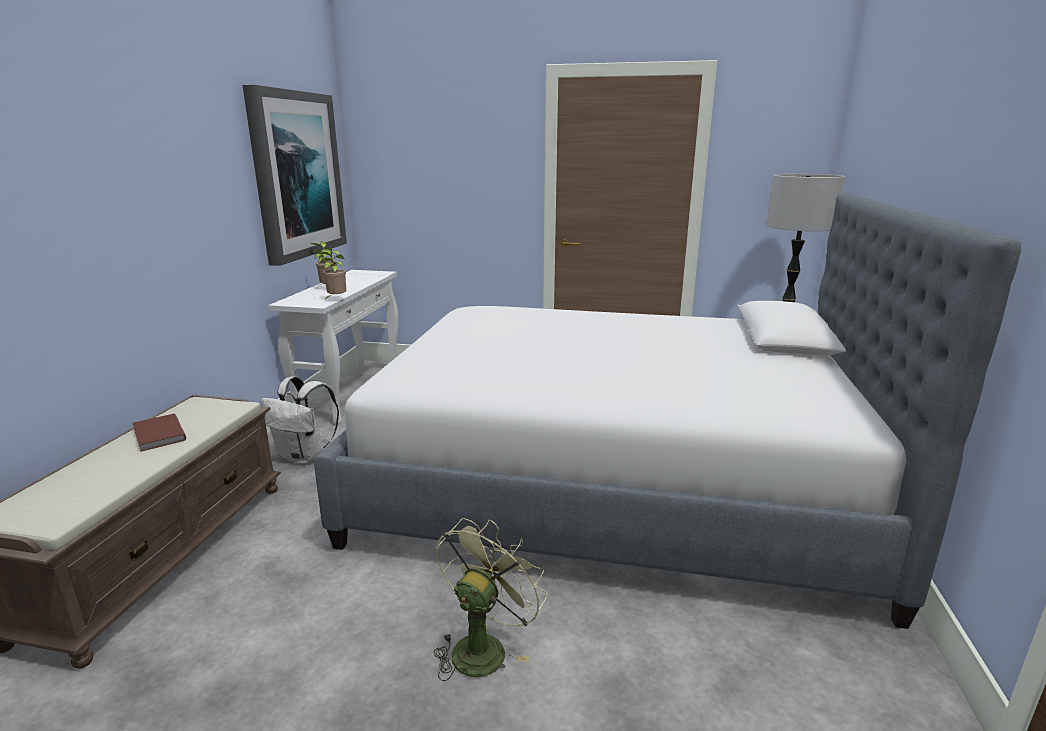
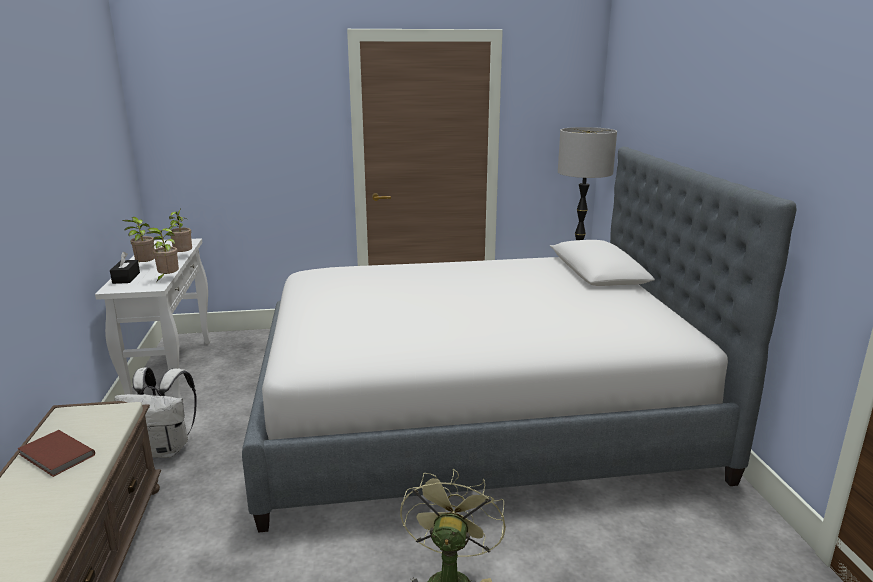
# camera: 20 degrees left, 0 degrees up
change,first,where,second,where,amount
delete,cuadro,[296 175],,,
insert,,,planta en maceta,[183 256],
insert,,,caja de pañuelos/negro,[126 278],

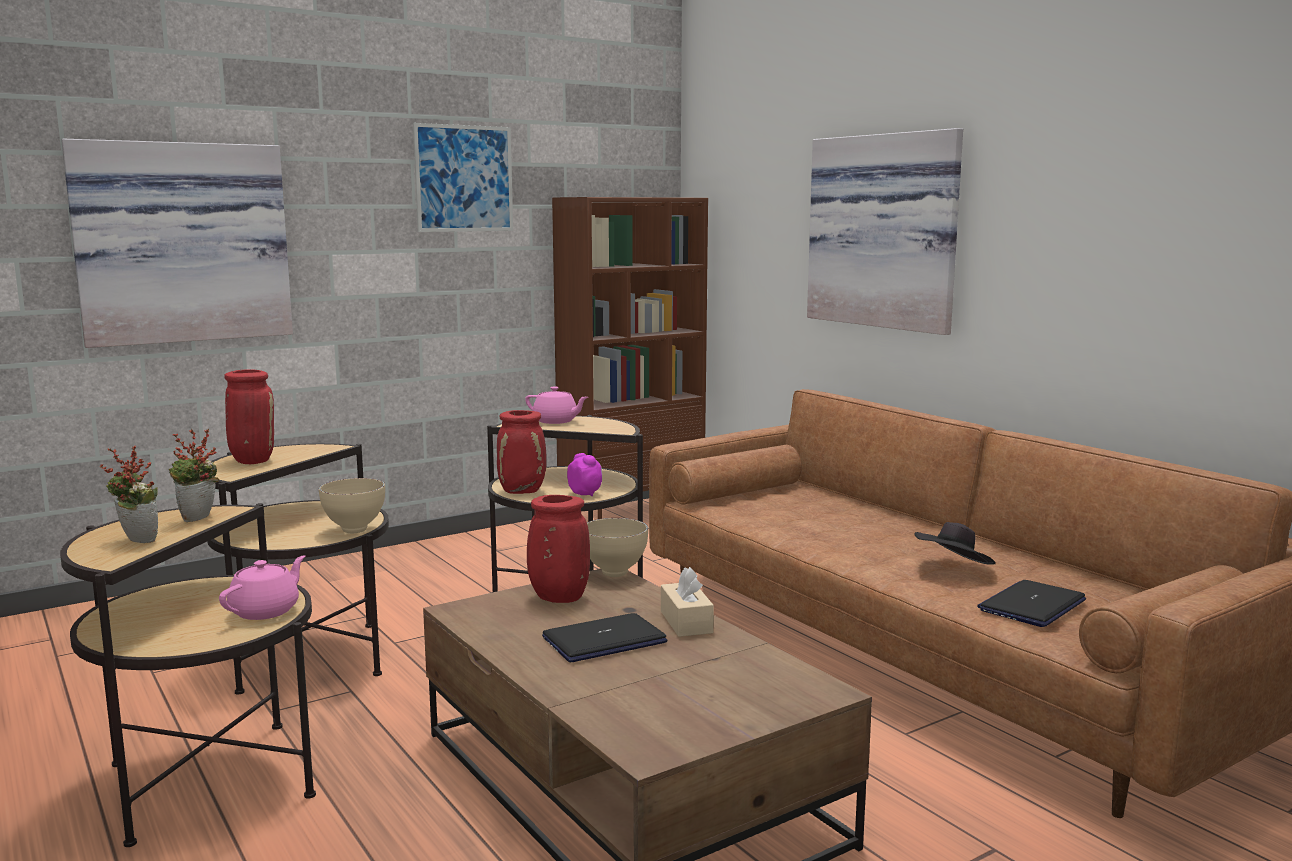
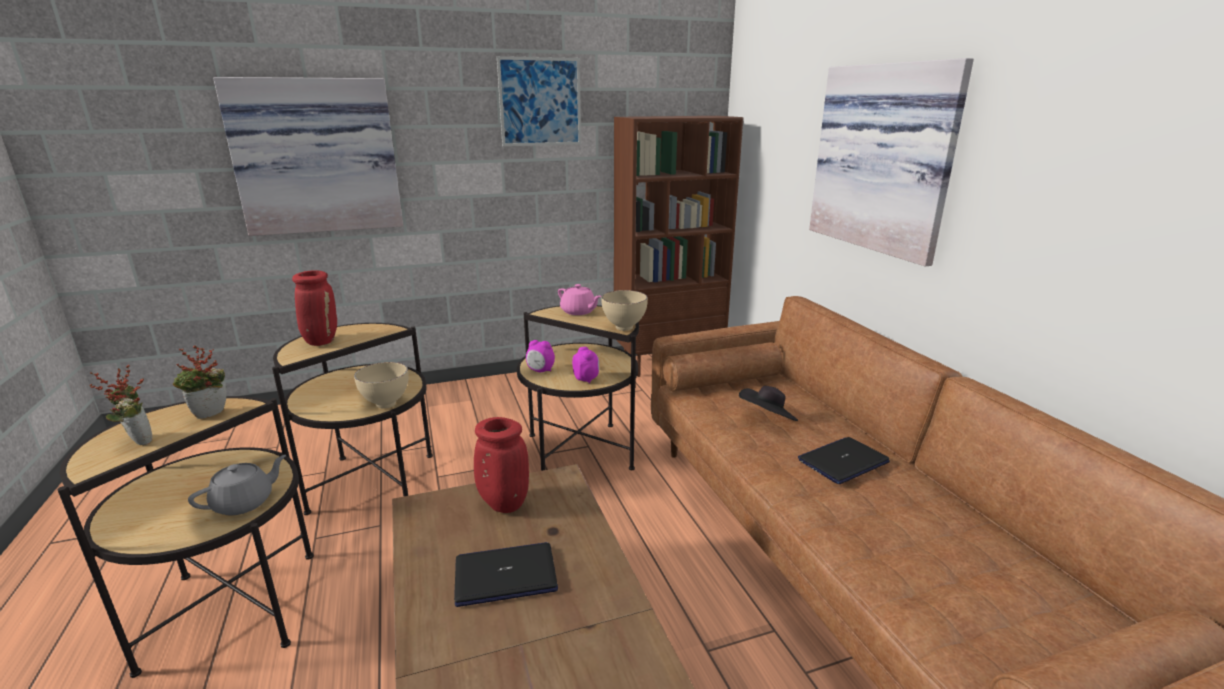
# camera: 15 degrees right, 10 degrees up
change,first,where,second,where,amount
replace,florero/rojo,[523 491],despertador,[540 371],
move,cuenco/beis,[615 573],,[624 328],
move,sombrero/negro,[953 568],,[767 419],
recolor,tetera/rosa,[266 611],tetera/gris,[245 503],
delete,caja de pañuelos/beis,[686 622],,,
move,portátil,[1032 605],,[843 461],

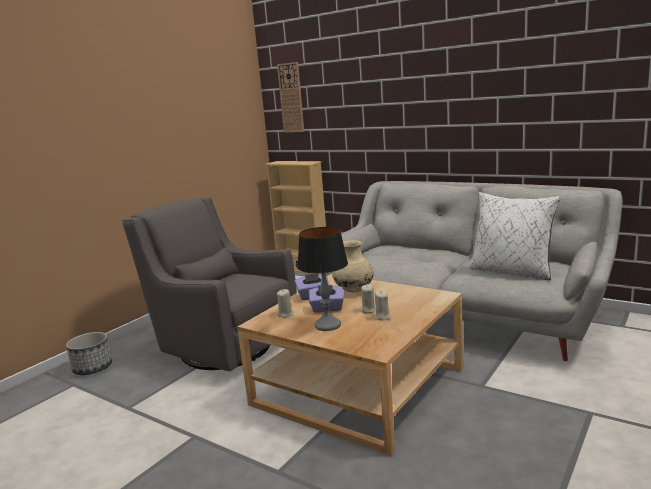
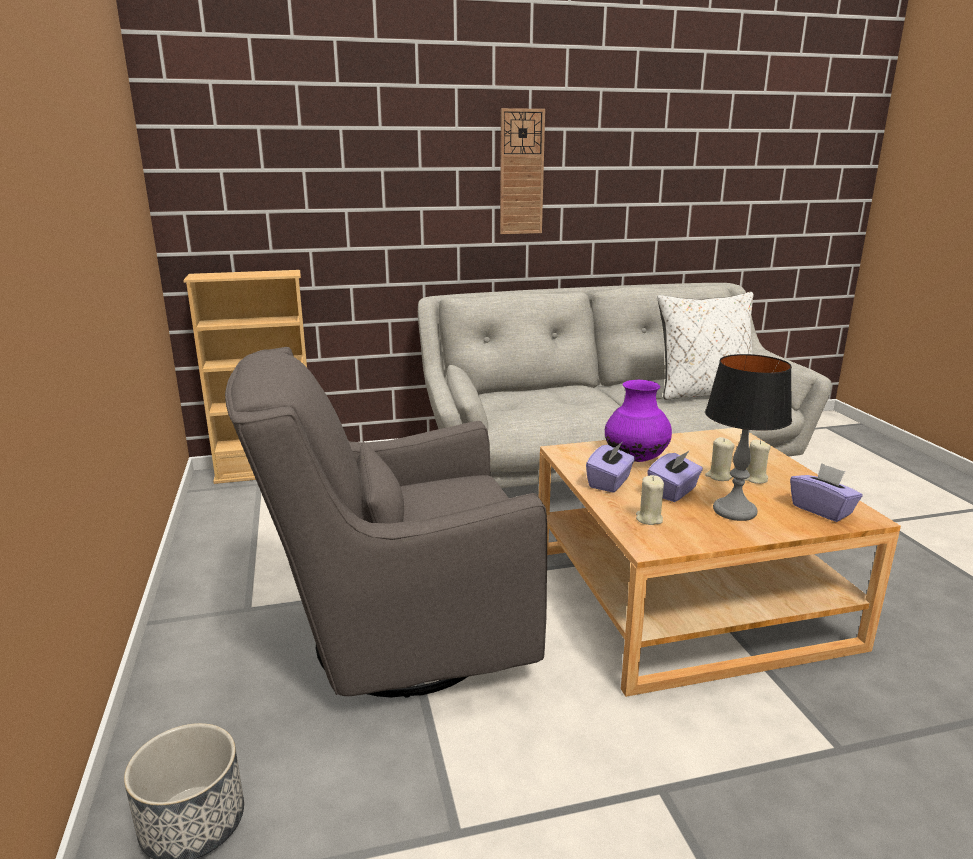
# camera: 50 degrees left, 5 degrees up
change,first,where,second,where,amount
move,reloj de pared,[291 98],,[521 172],
recolor,florero/beis,[354 291],florero/morado,[636 459],
insert,,,caja de pañuelos/morado,[822 510],

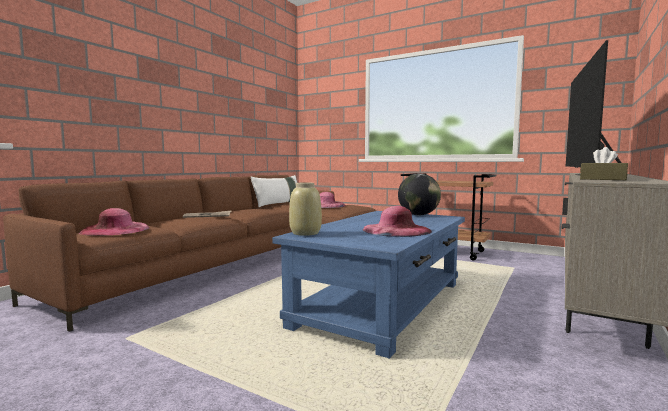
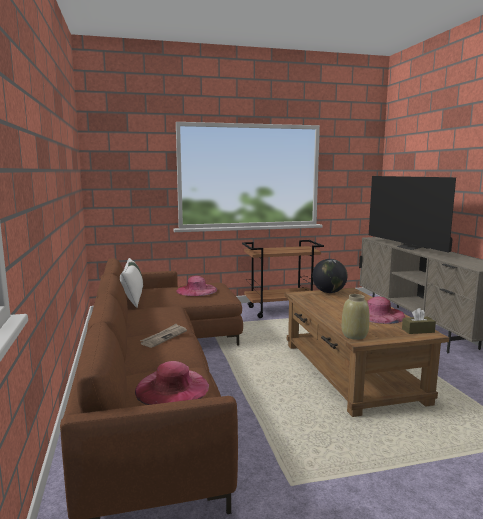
# camera: 45 degrees left, 5 degrees up
change,first,where,second,where,amount
move,caja de pañuelos/marrón,[603 179],,[418 330],
recolor,mesa de centro/azul,[382 303],mesa de centro/marrón,[350 371],

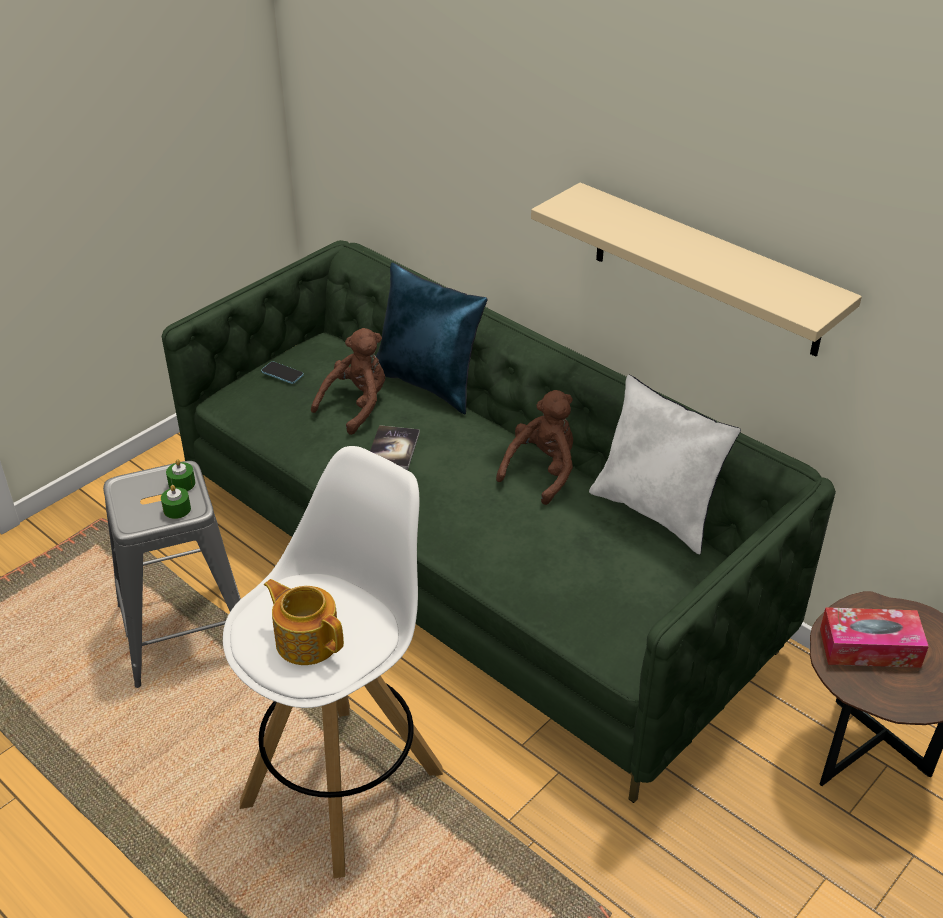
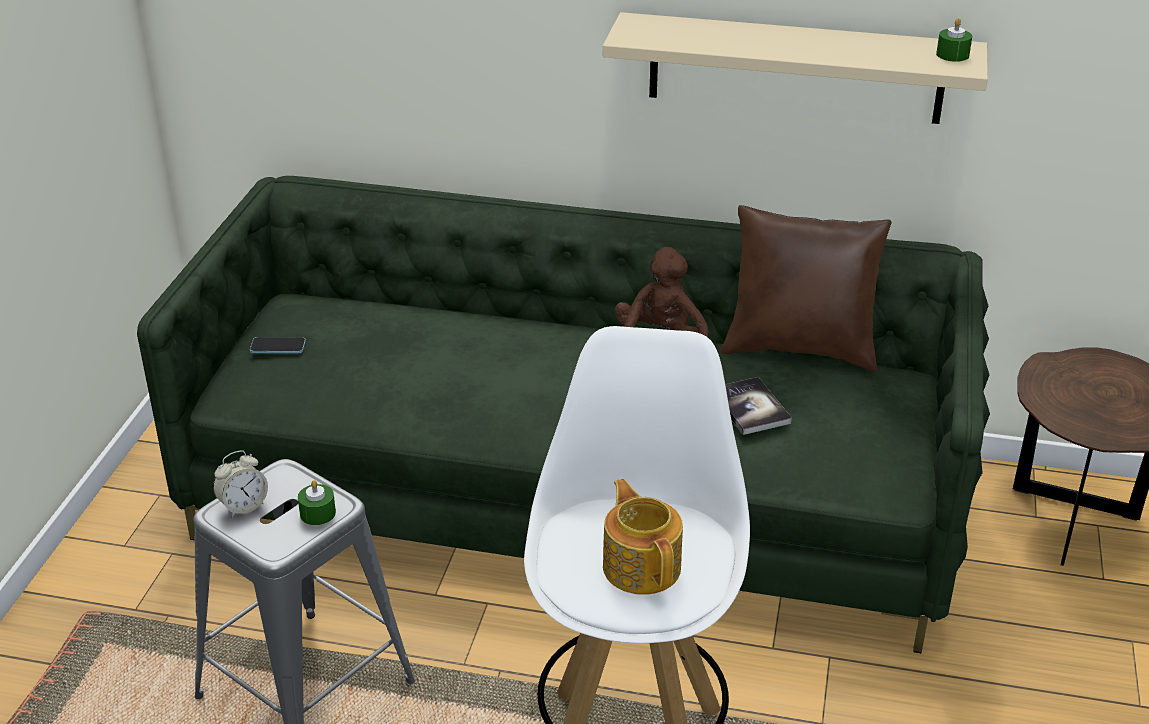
# camera: 30 degrees left, 5 degrees down
change,first,where,second,where,amount
delete,cojín/azul,[429 384],,,
delete,peluche/marrón,[357 406],,,
recolor,cojín/blanco,[657 511],cojín/marrón,[801 348],
move,libro,[393 449],,[750 407],
move,vela/verde,[182 484],,[952 55],
rotate,tetera,[307 640],,[642 566],60 degrees clockwise
delete,caja de pañuelos,[869 647],,,
insert,,,despertador,[243 506],

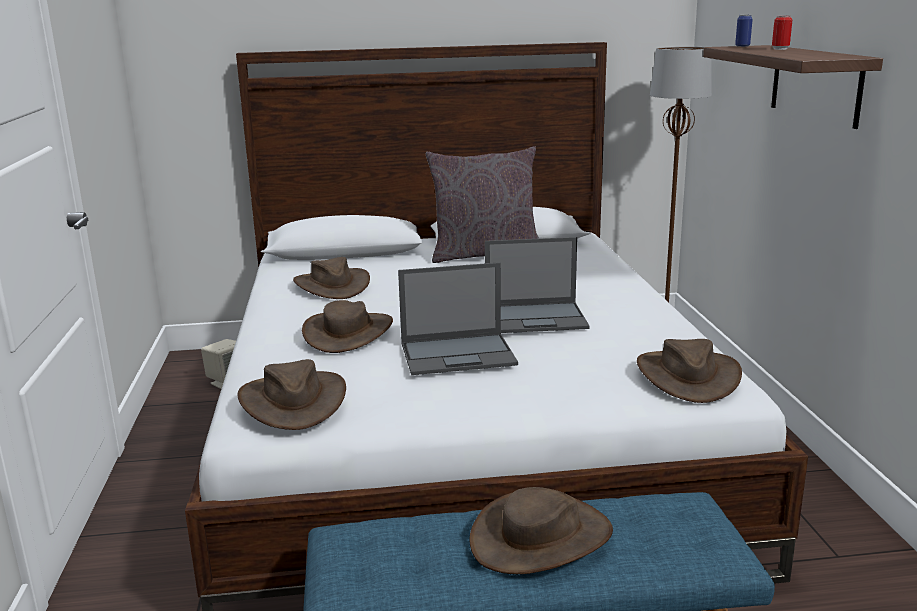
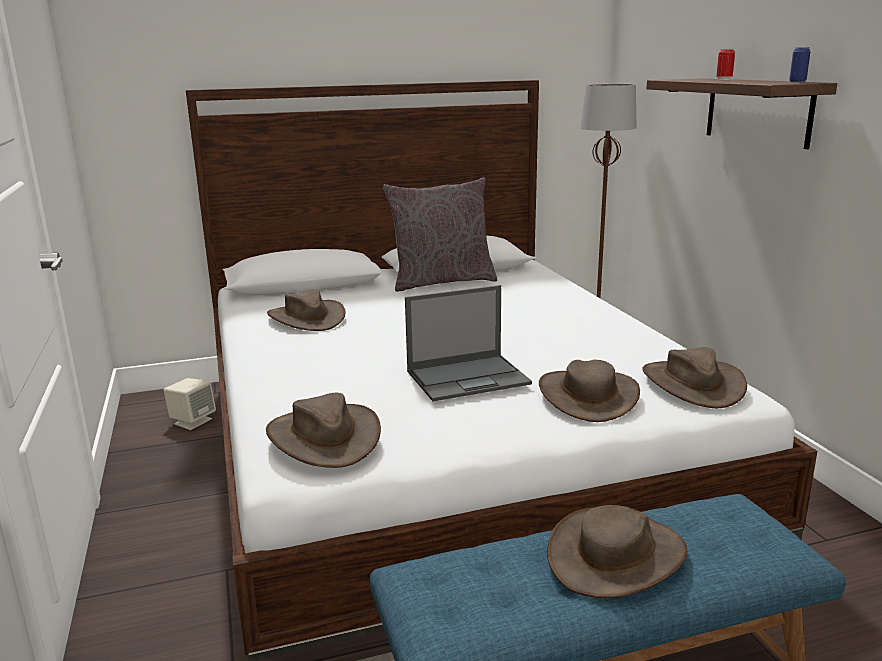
# camera: 10 degrees left, 0 degrees up
change,first,where,second,where,amount
move,lata,[742 46],,[797 82],
delete,portátil,[536 318],,,
move,sombrero/marrón,[349 332],,[588 395],

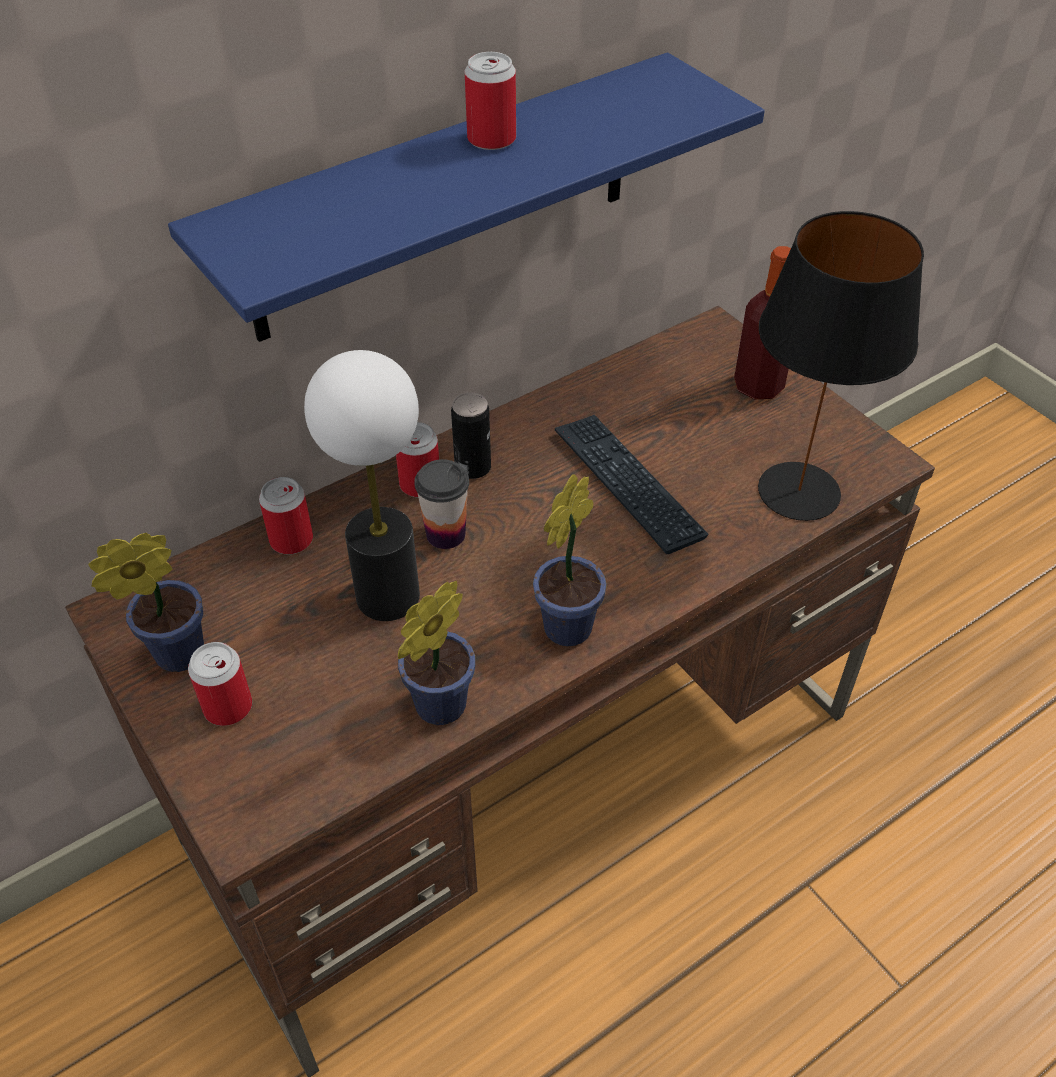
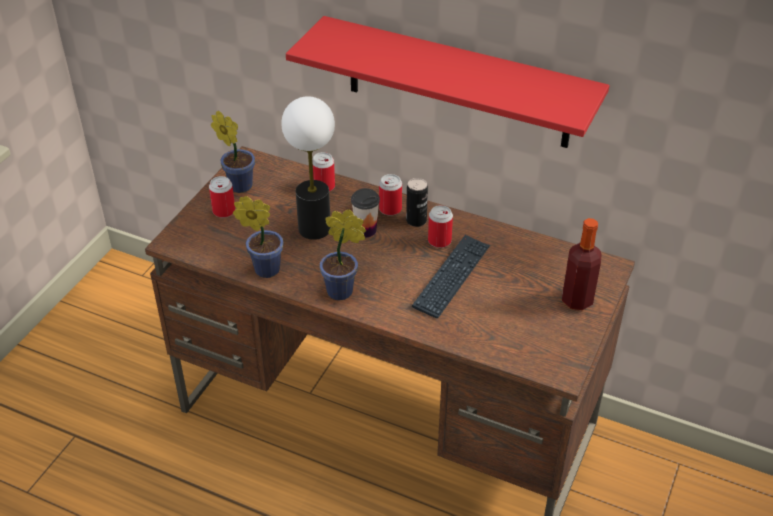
# camera: 60 degrees right, 5 degrees down
change,first,where,second,where,amount
move,lata,[491 139],,[439 241],
recolor,estante/azul,[445 199],estante/rojo,[458 83],
delete,lámpara de mesa/negro,[799 492],,,

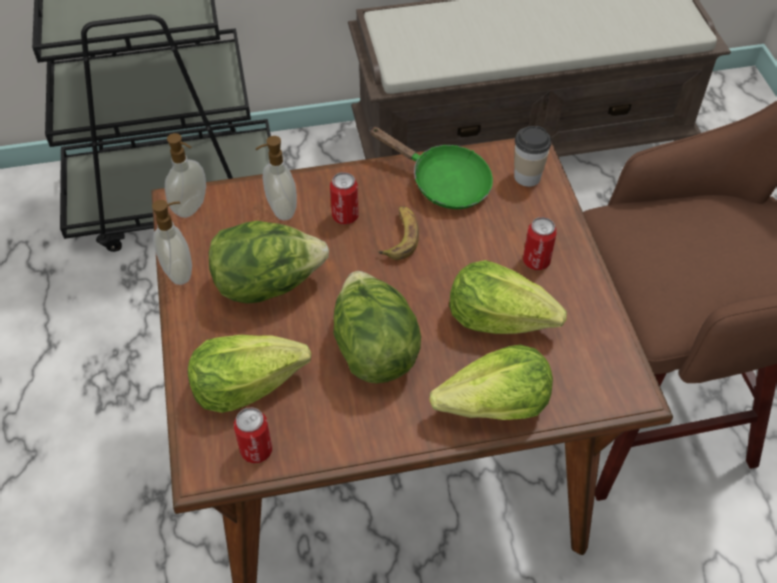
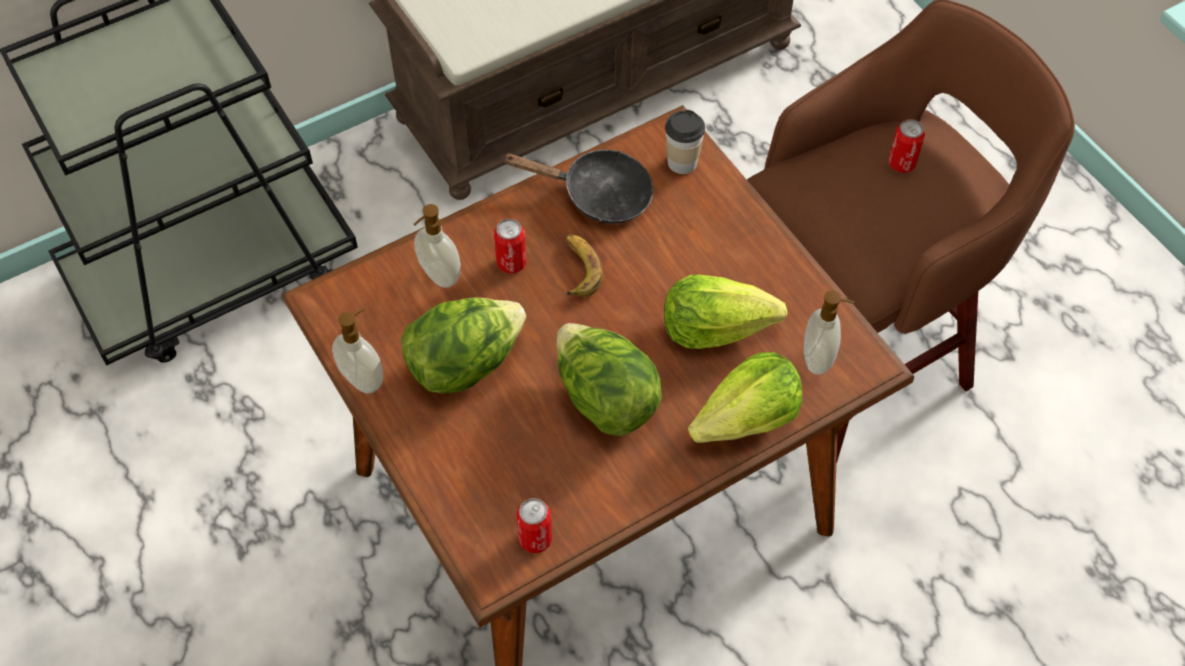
# camera: 20 degrees left, 5 degrees up
change,first,where,second,where,amount
recolor,sartén/verde,[443 183],sartén/negro,[598 195],
move,dispensador de jabón,[192 207],,[819 358],
move,lata,[536 261],,[901 163],
delete,lechuga,[247 384],,,

